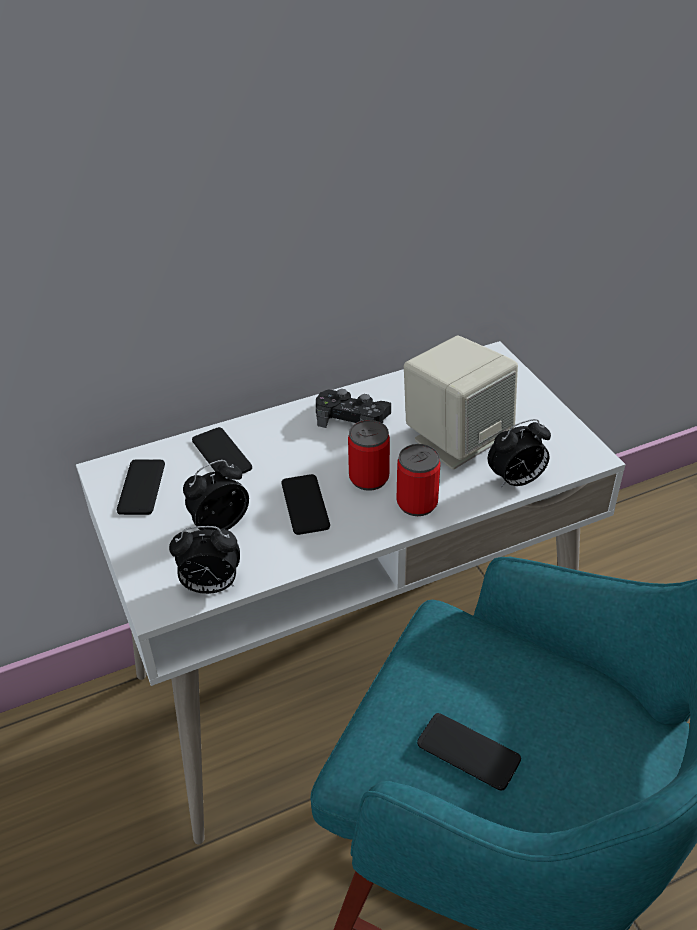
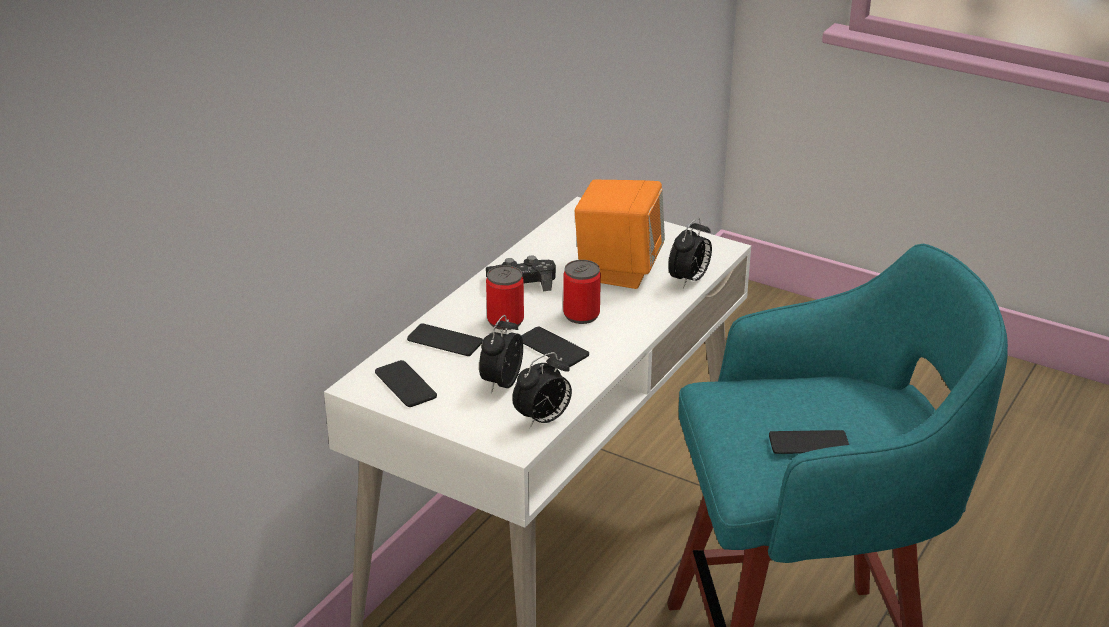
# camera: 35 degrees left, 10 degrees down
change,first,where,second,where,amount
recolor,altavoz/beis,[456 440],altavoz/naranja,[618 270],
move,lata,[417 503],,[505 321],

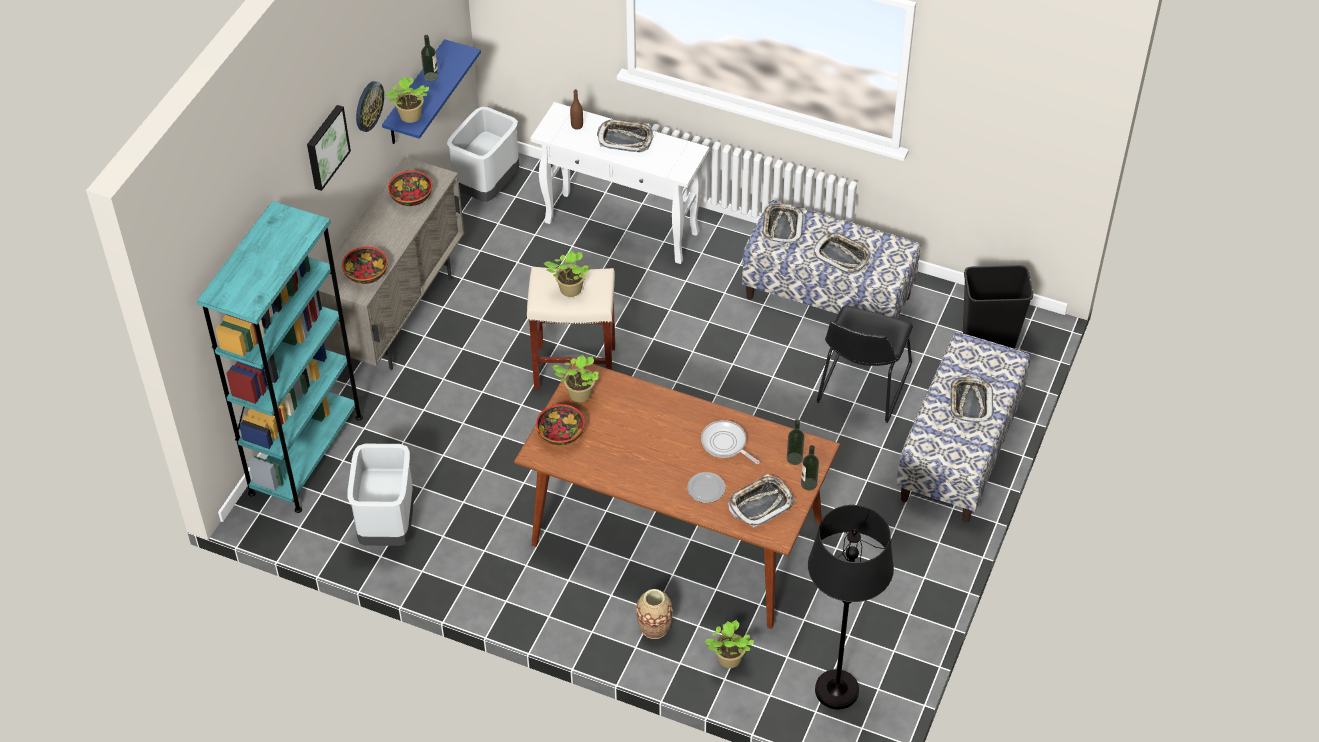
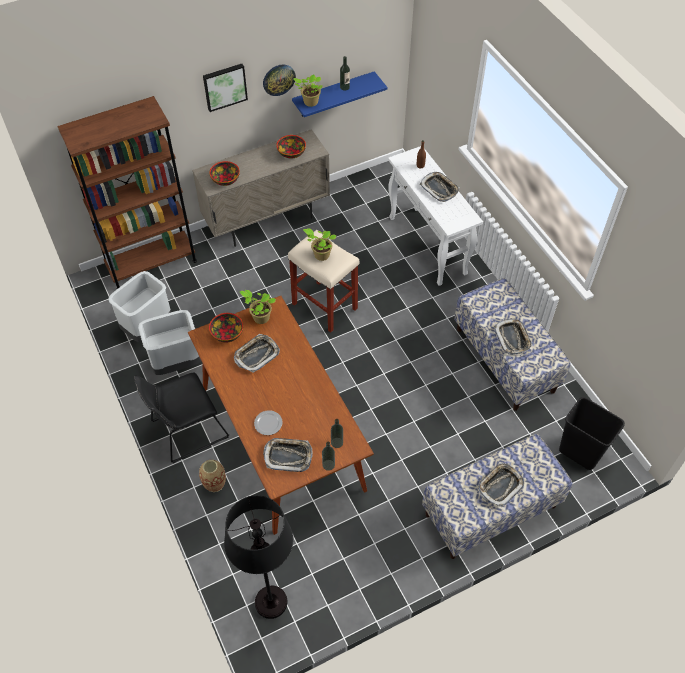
# camera: 40 degrees right, 5 degrees up
change,first,where,second,where,amount
move,papelera/gris,[487 187],,[176 362],
recolor,estantería/turquesa,[306 455],estantería/marrón,[151 263],
move,bandeja,[782 227],,[257 355],
move,silla/negro,[862 387],,[186 430],
delete,sartén,[725 444],,,
delete,planta en maceta,[728 660],,,

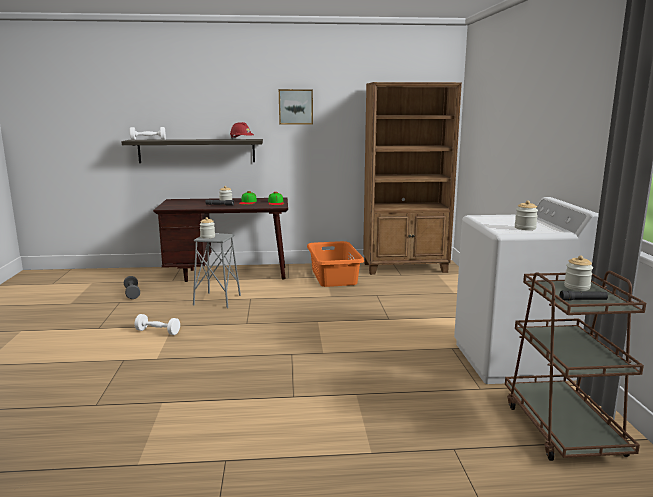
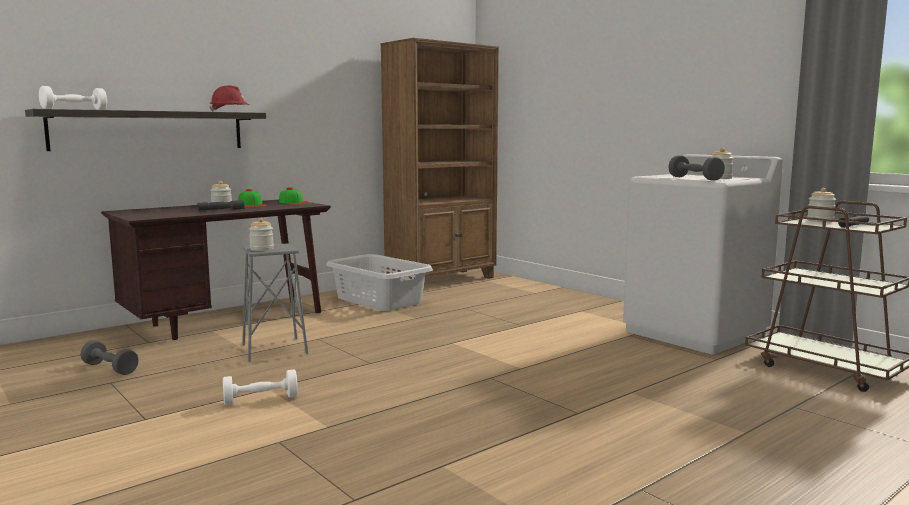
# camera: 35 degrees left, 5 degrees down
change,first,where,second,where,amount
delete,cuadro,[295 107],,,
recolor,cesto de la ropa/naranja,[334 277],cesto de la ropa/gris,[379 300],
insert,,,mancuerna/gris,[695 178],

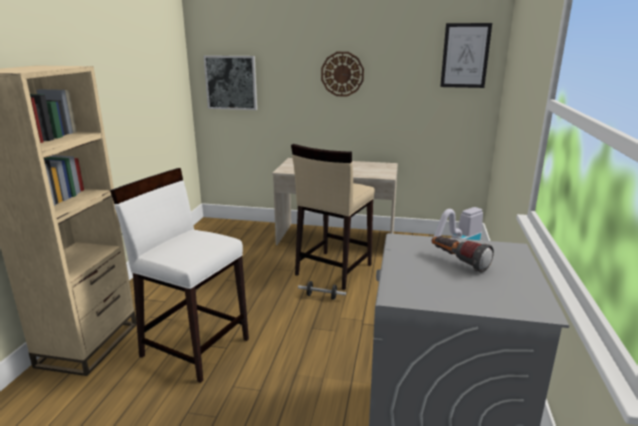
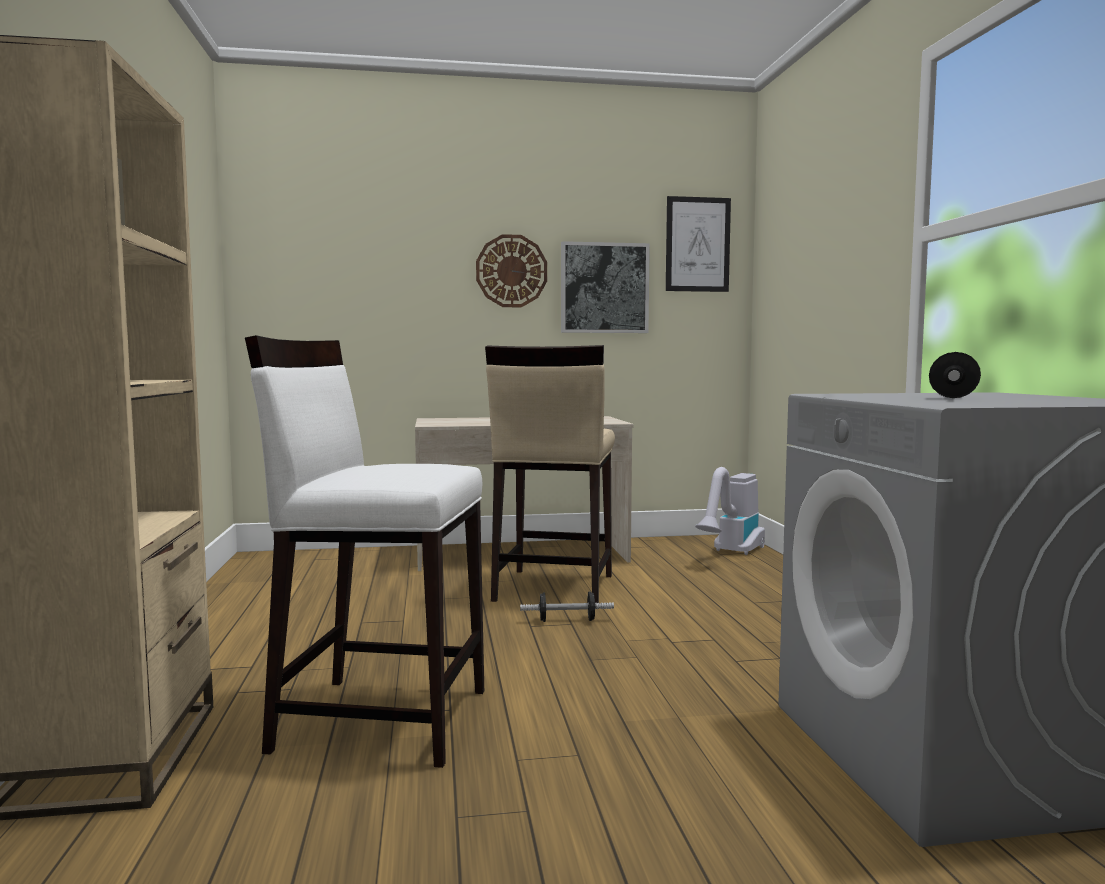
# camera: 20 degrees left, 15 degrees down
change,first,where,second,where,amount
move,cuadro,[231 82],,[604 288],
replace,linterna,[458 262],mancuerna,[953 396],

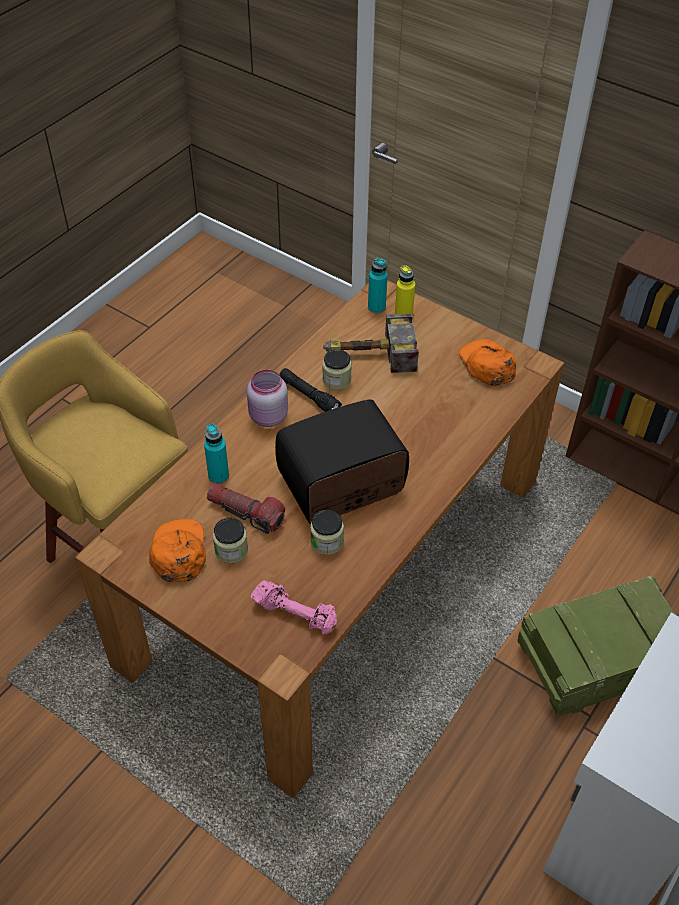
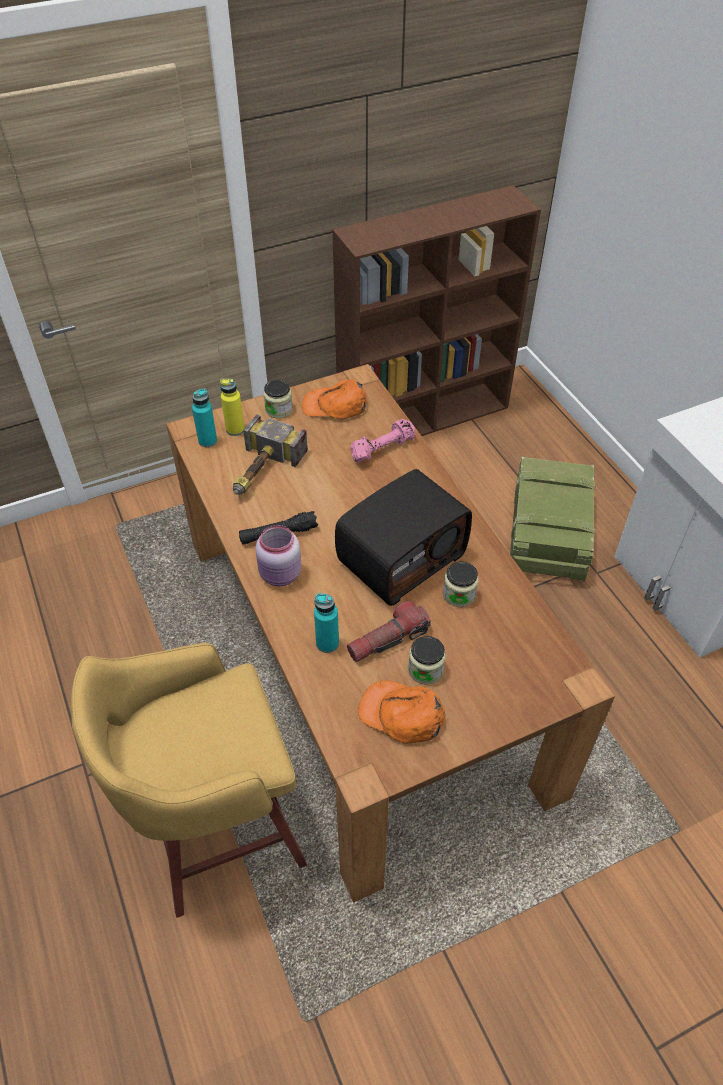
# camera: 60 degrees left, 0 degrees up
change,first,where,second,where,amount
move,tarro,[336 380],,[279 410],
rotate,radio,[341 485],,[401 557],135 degrees counterclockwise
move,mancuerna/rosa,[295 613],,[382 448],

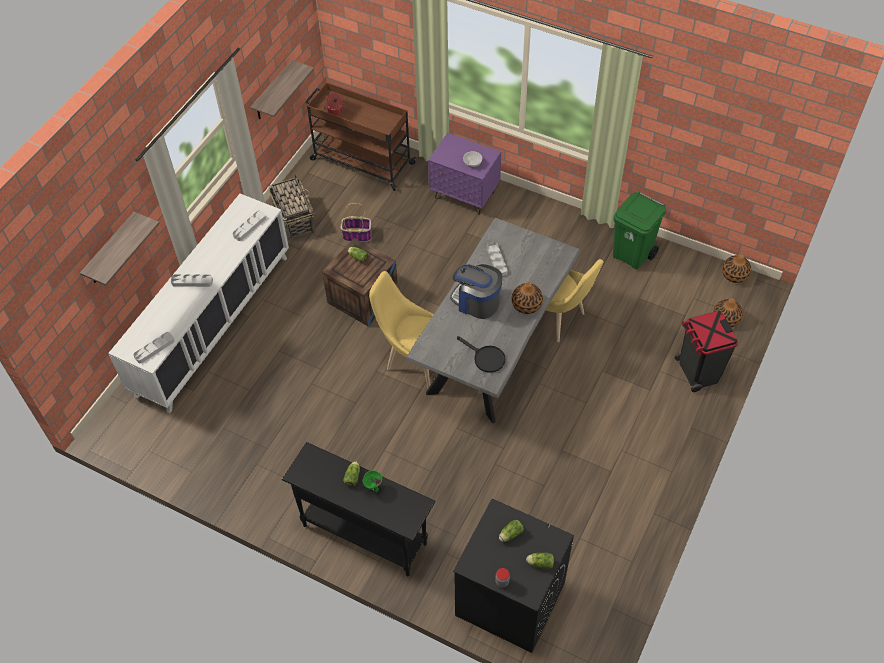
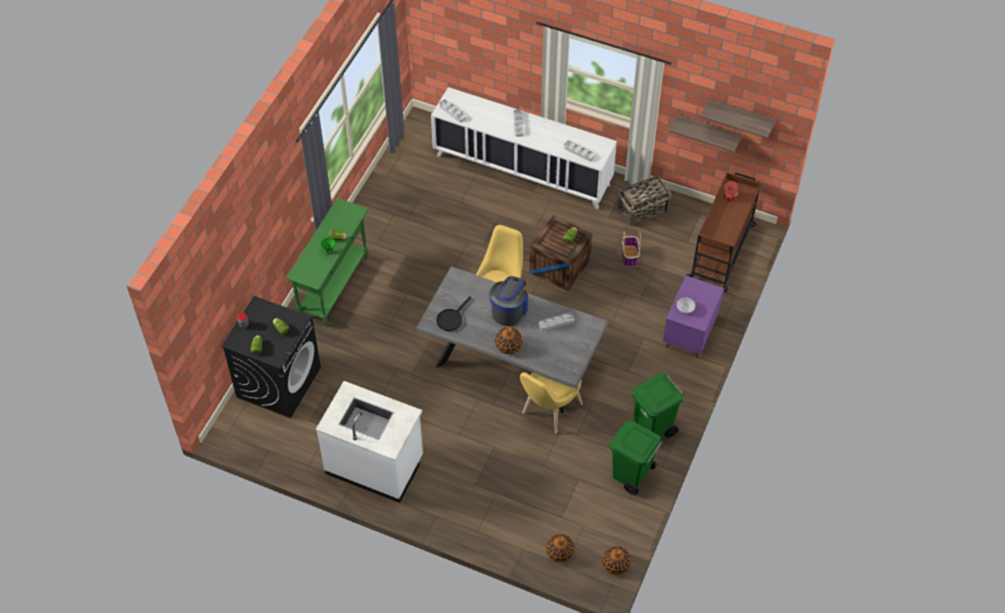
# camera: 85 degrees right, 0 degrees up
change,first,where,second,where,amount
move,estante,[110 250],,[740 117],
delete,papelera/negro,[697 372],,,
recolor,mesa consola/negro,[364 534],mesa consola/verde,[334 287],
insert,,,papelera/verde,[653 427],
insert,,,mueble bajo de cocina/blanco,[375 465],

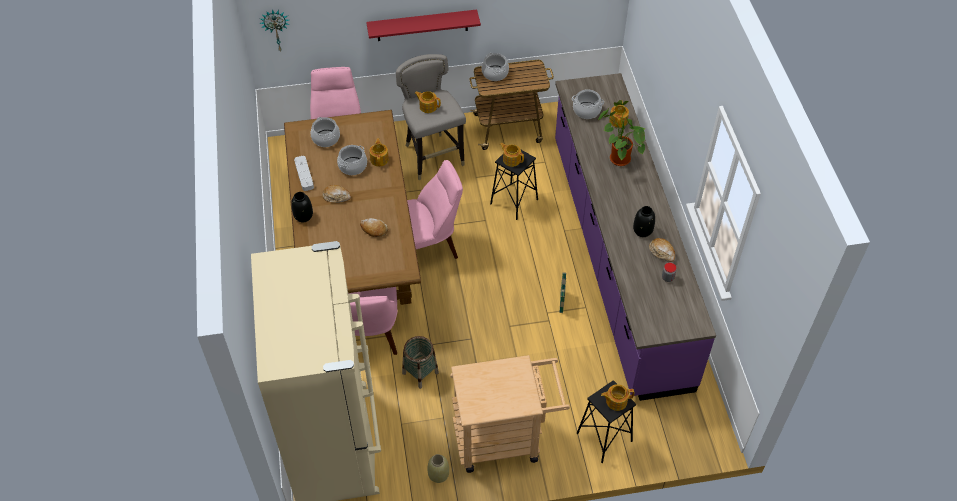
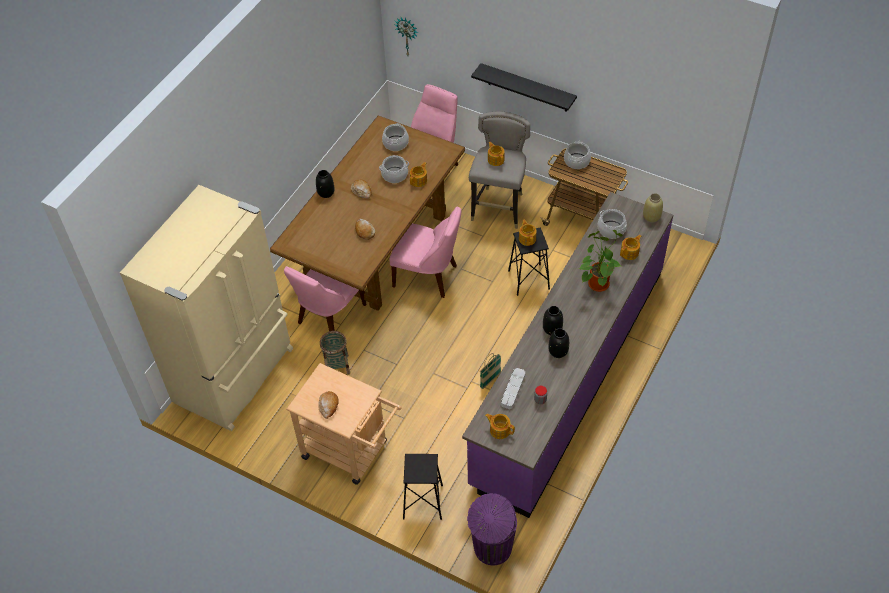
# camera: 40 degrees right, 0 degrees up
change,first,where,second,where,amount
recolor,estante/rojo,[422 25],estante/negro,[527 88],
move,bandeja/gris,[304 175],,[513 389],
move,pan,[662 252],,[328 406],
move,tetera,[616 401],,[499 430],
move,florero/beis,[438 475],,[651 217],
insert,,,florero/negro,[552 329],
insert,,,papelera/morado,[492 549],

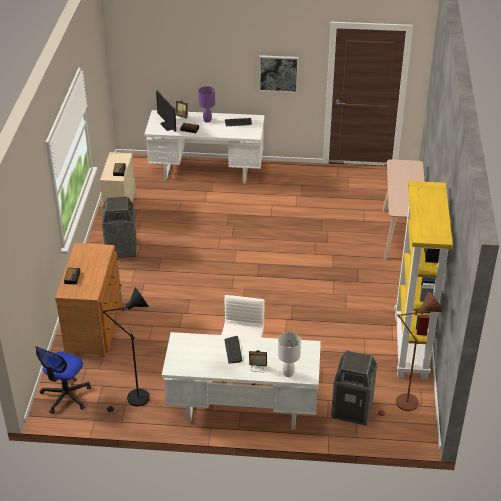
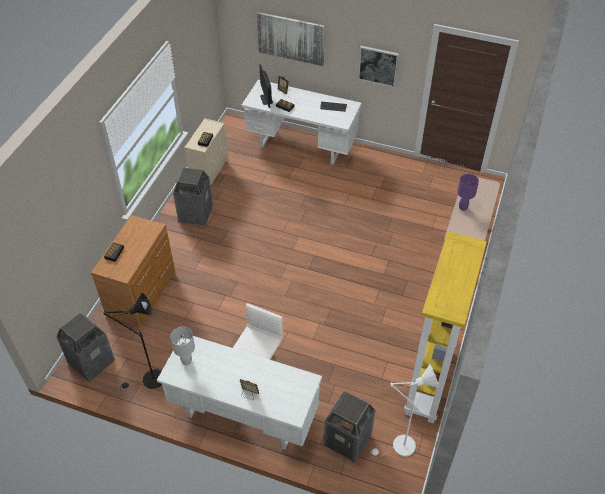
# camera: 15 degrees right, 10 degrees up
change,first,where,second,where,amount
move,lámpara de mesa/morado,[207 120],,[462 207],
recolor,lámpara de pie/marrón,[403 405],lámpara de pie/blanco,[399 447],
move,lámpara de mesa/blanco,[288 374],,[186 361],
delete,teclado,[233 350],,,
replace,silla de oficina,[66 396],papelera,[91 362],
insert,,,cuadro,[291 38],

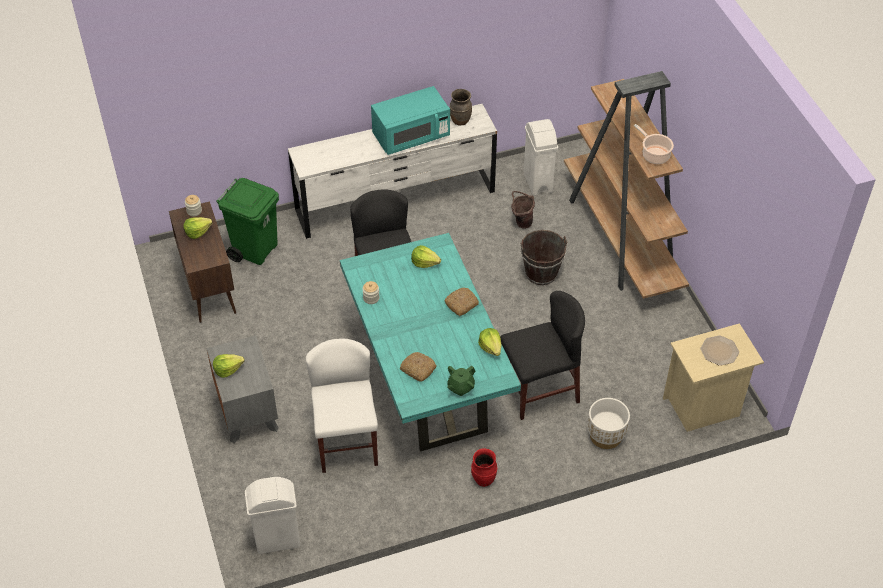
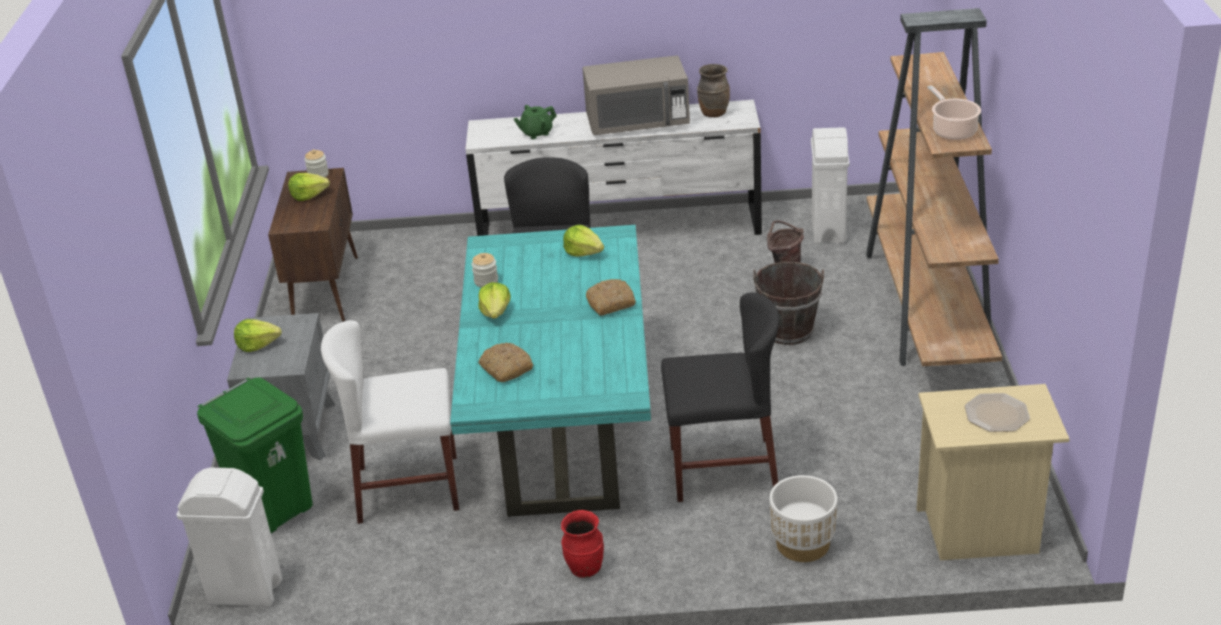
# camera: 20 degrees right, 15 degrees down
change,first,where,second,where,amount
recolor,microondas/turquesa,[411 136],microondas/gris,[637 123],
move,papelera/verde,[255 250],,[275 510],
move,lechuga,[491 347],,[495 312],
rotate,silla/blanco,[346 442],,[408 488],105 degrees counterclockwise
move,tetera/verde,[460 387],,[536 133],

